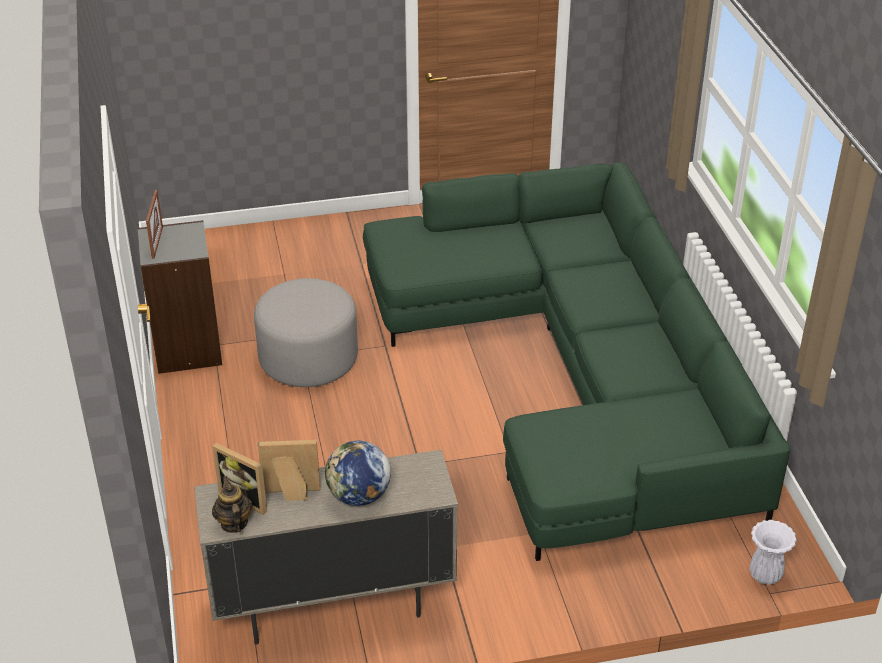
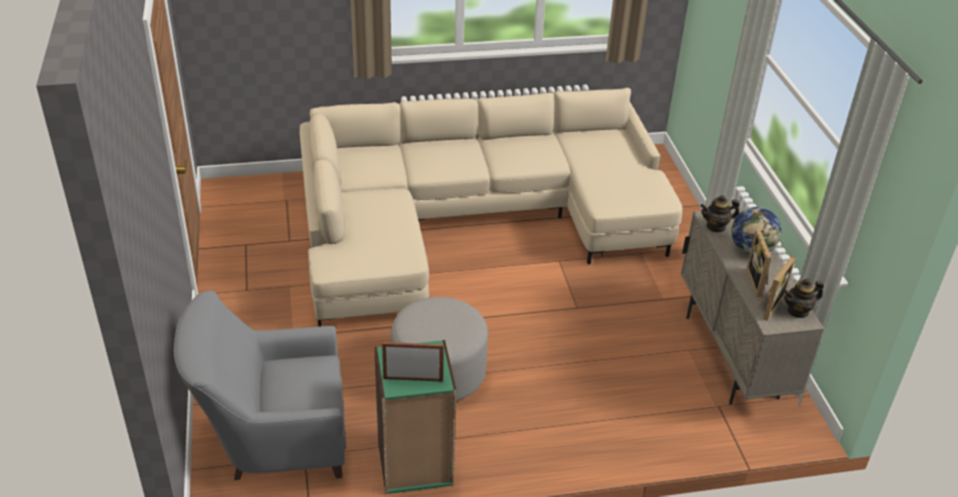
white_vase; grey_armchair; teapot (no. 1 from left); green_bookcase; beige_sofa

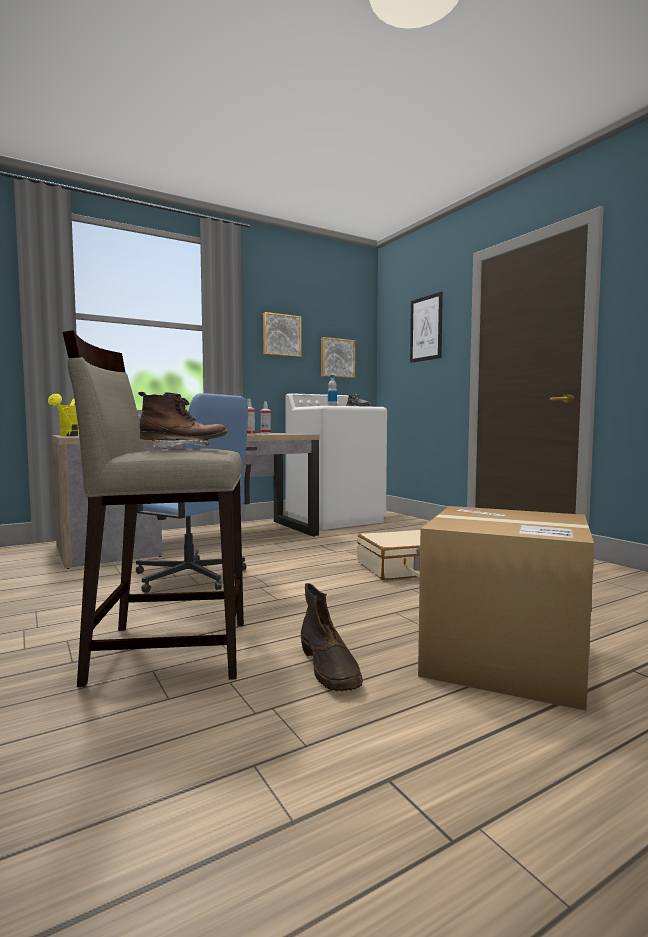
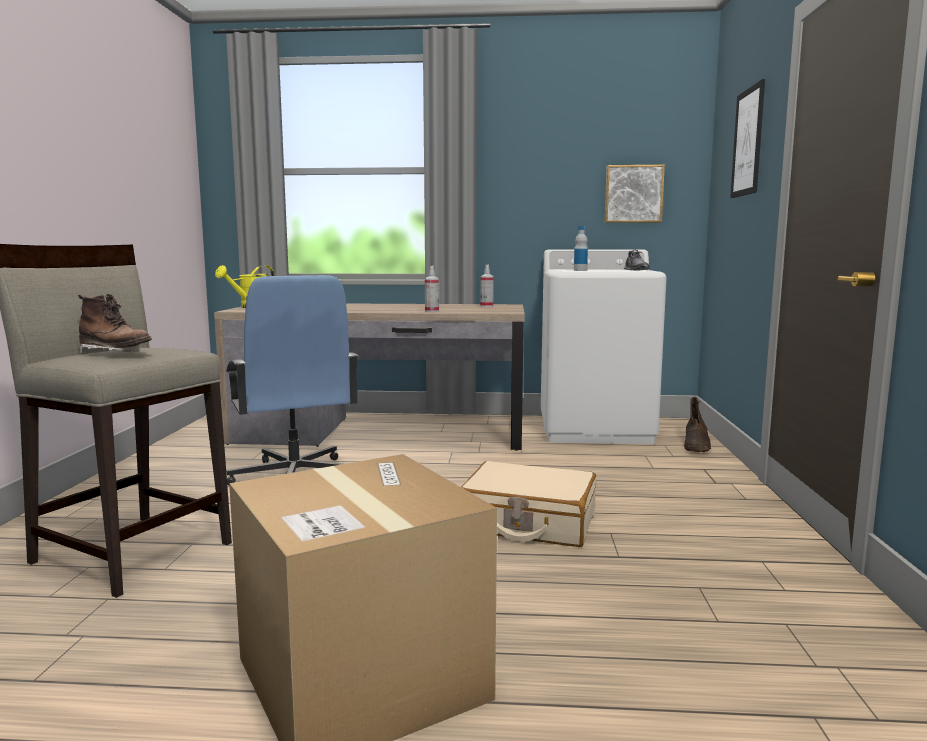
picture (no. 1 from left in the first image); brown_boot (no. 2 from left)

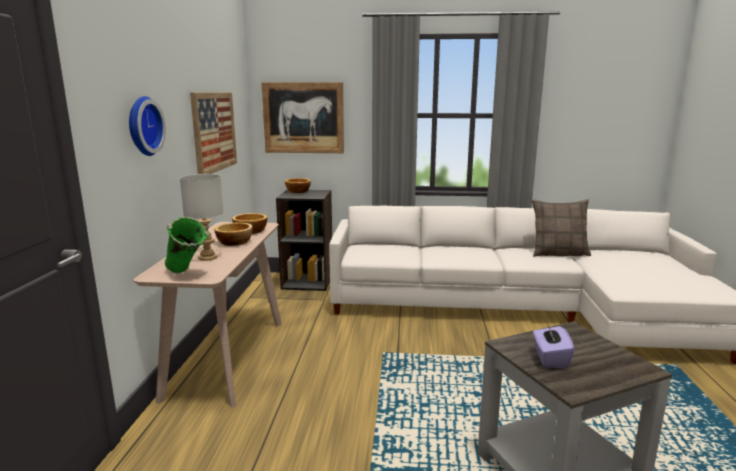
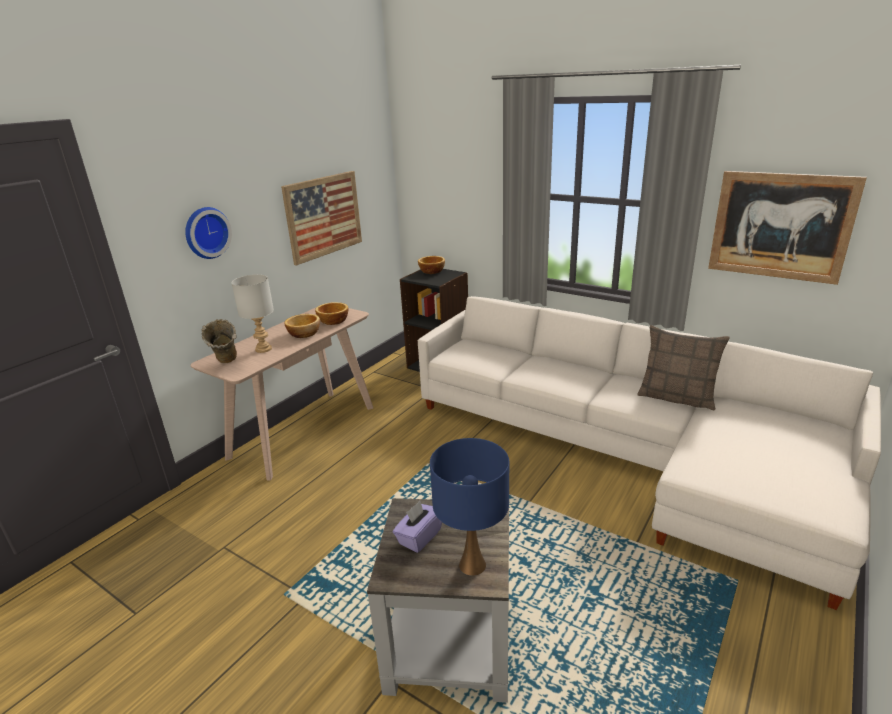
blue_table_lamp; picture (no. 2 from left); beige_vase

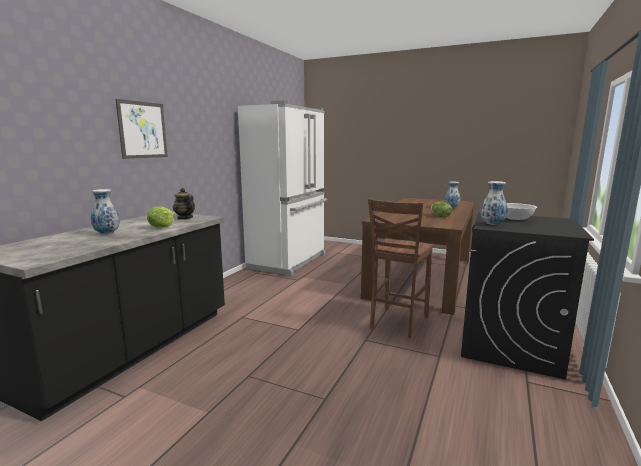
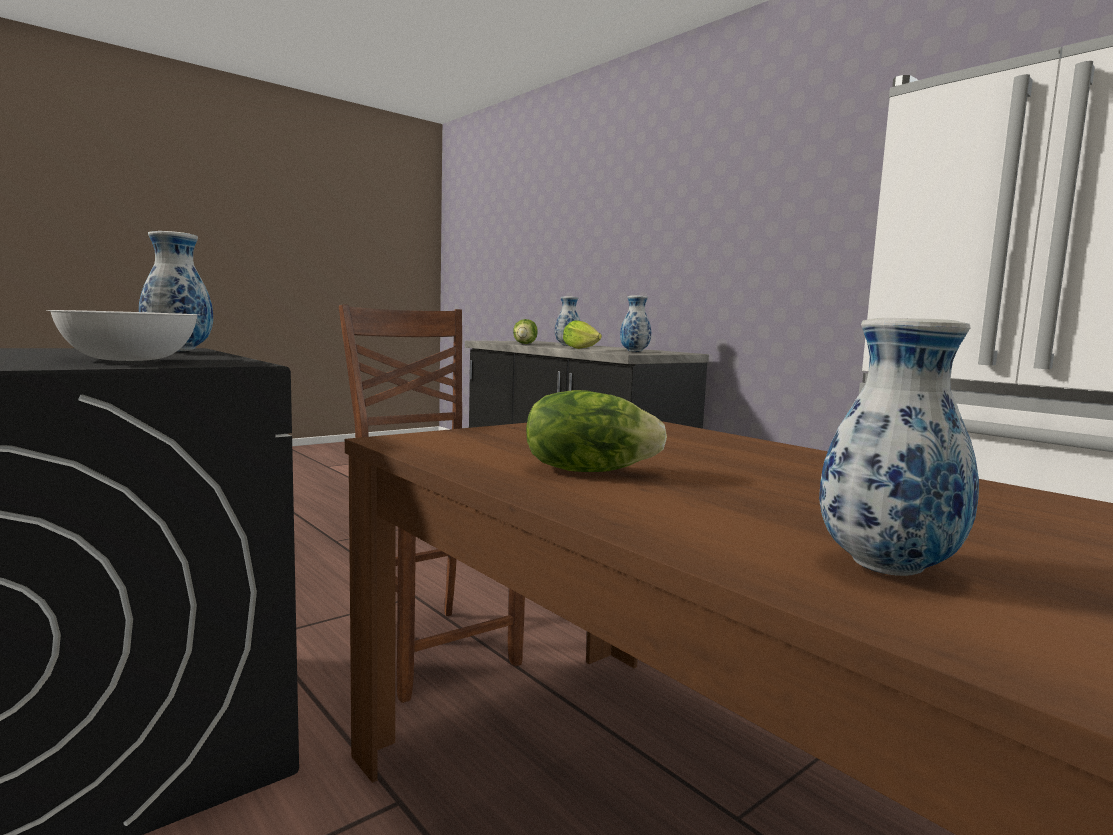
picture; lettuce (no. 1 from left); vase (no. 3 from left)

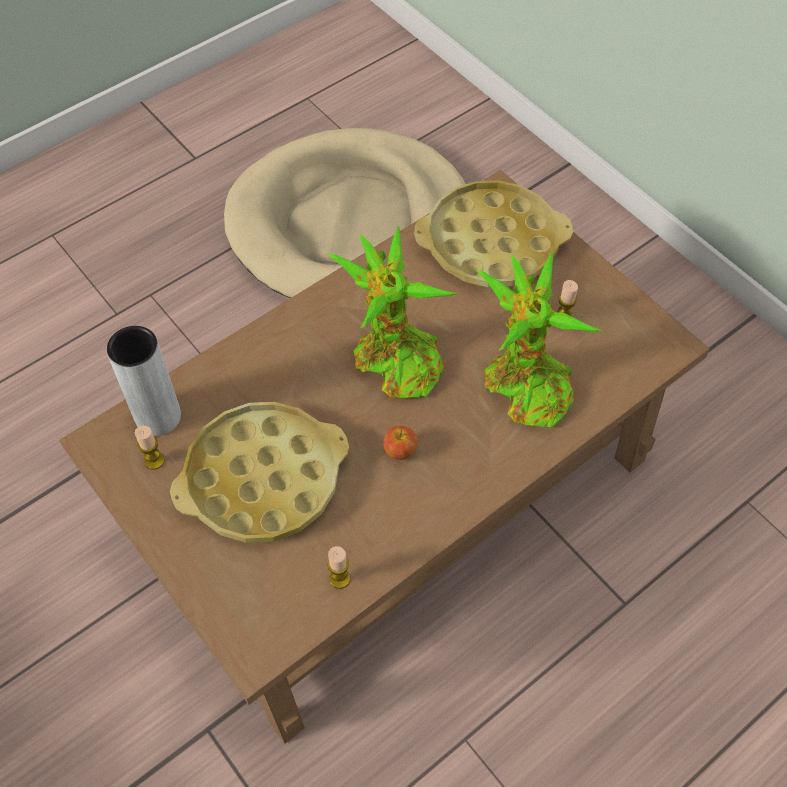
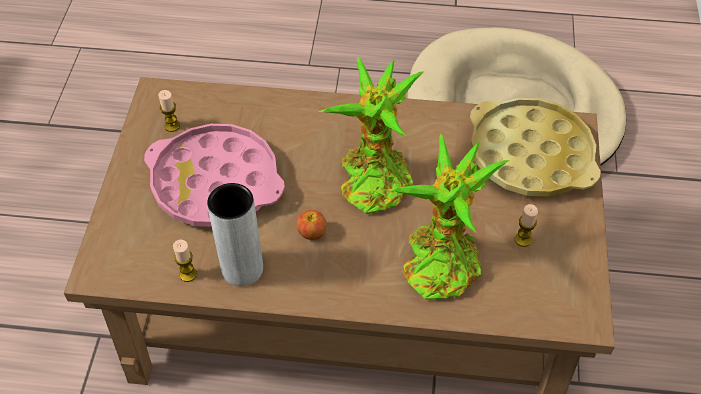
grey_vase; pink_tray

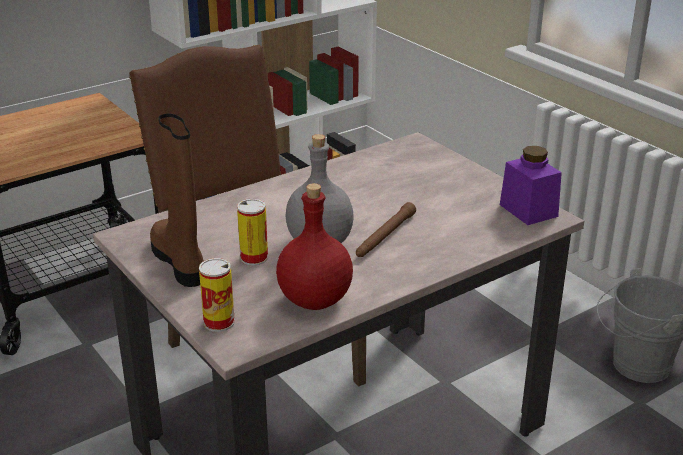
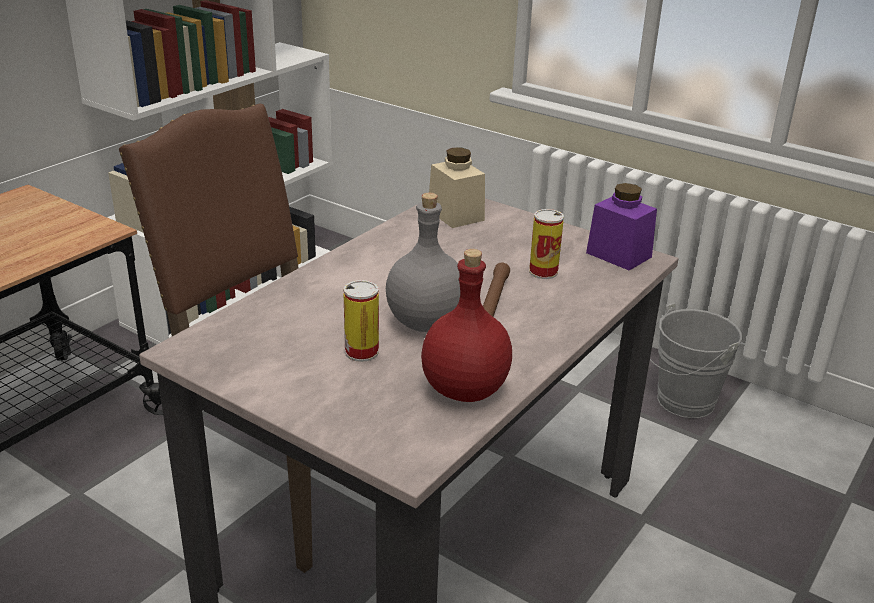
brown_boot; beige_jar; can (no. 2 from left)

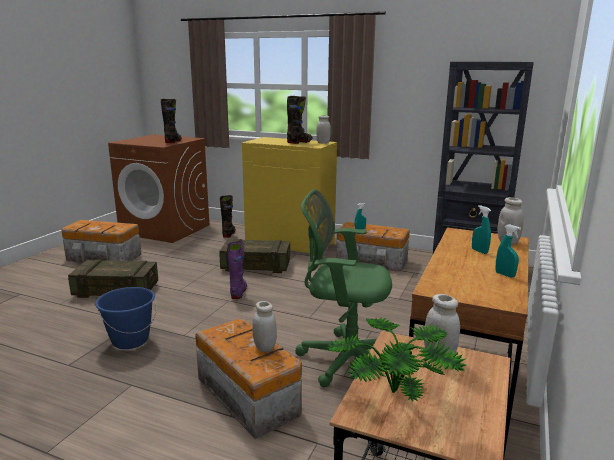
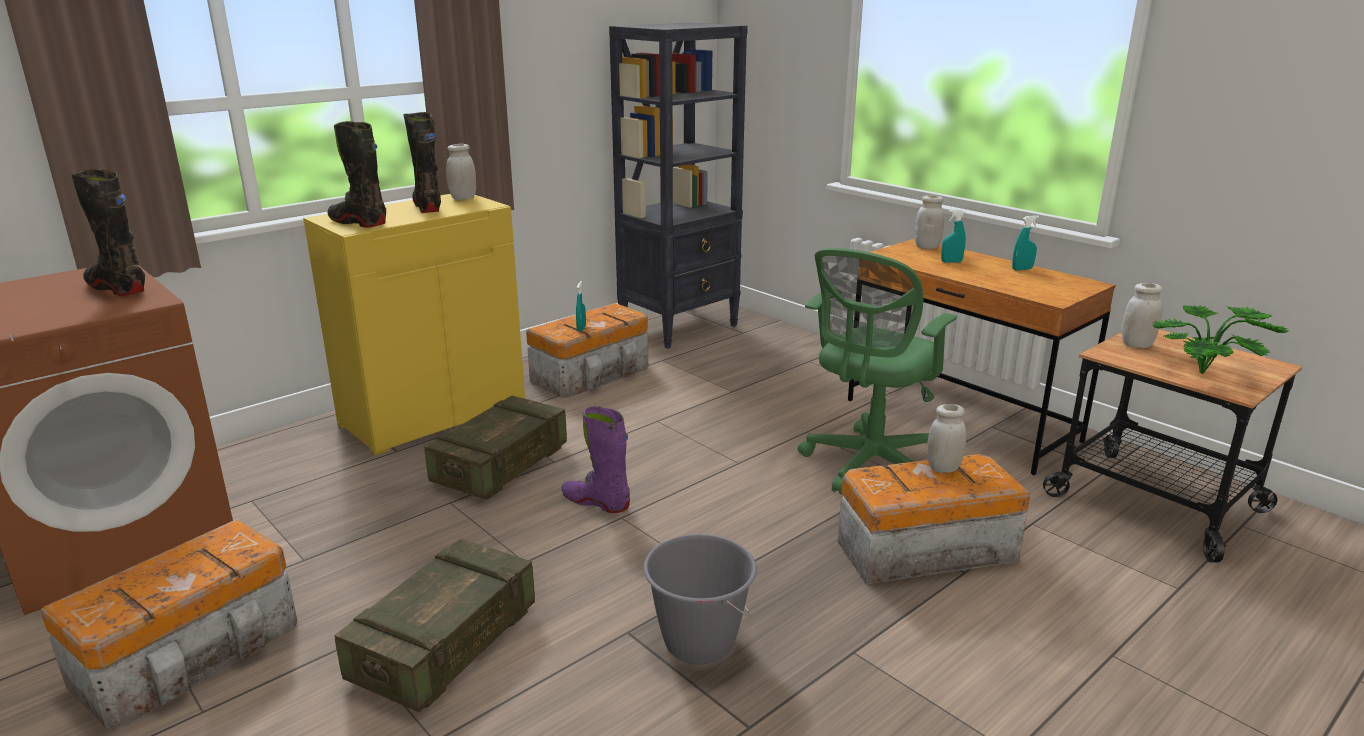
black_boot (no. 2 from left); grey_bucket

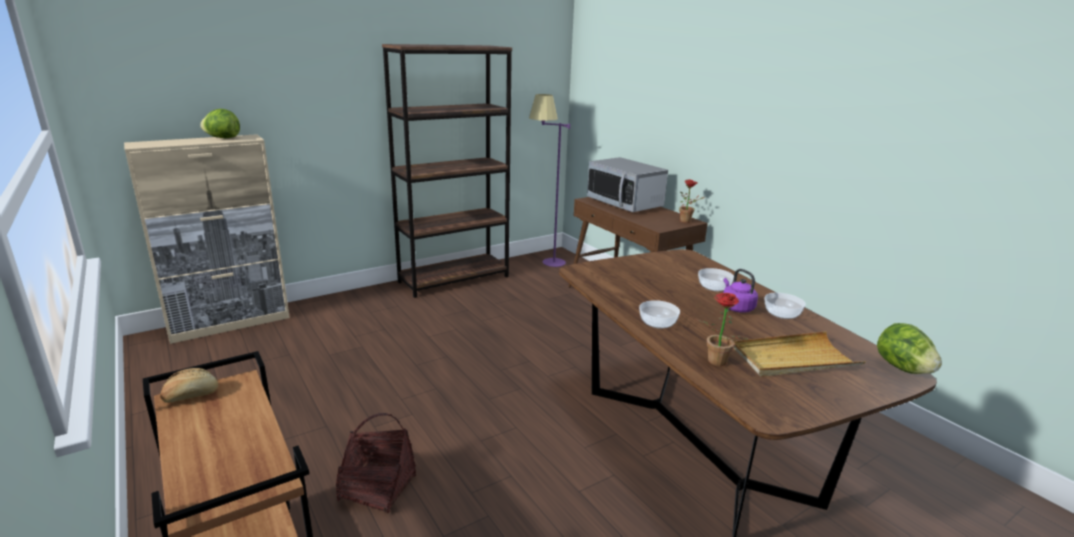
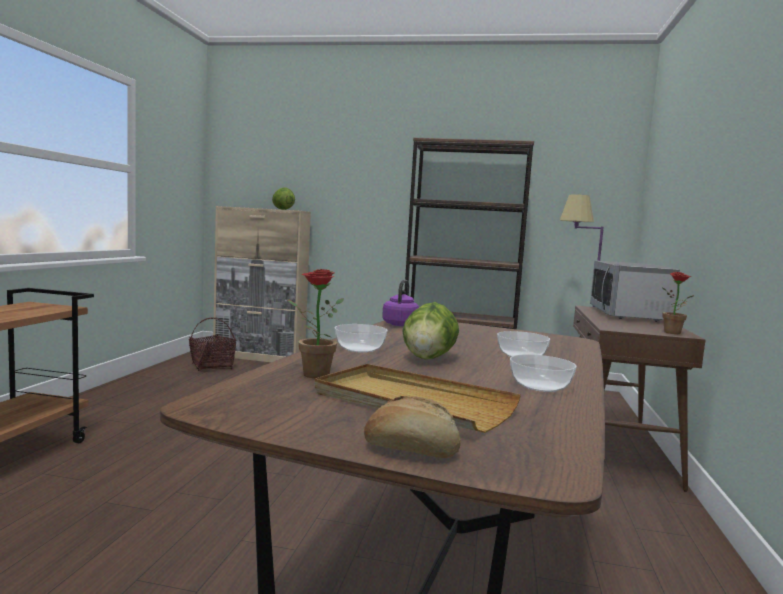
bread; basket; purple_kettle; lettuce (no. 2 from left)

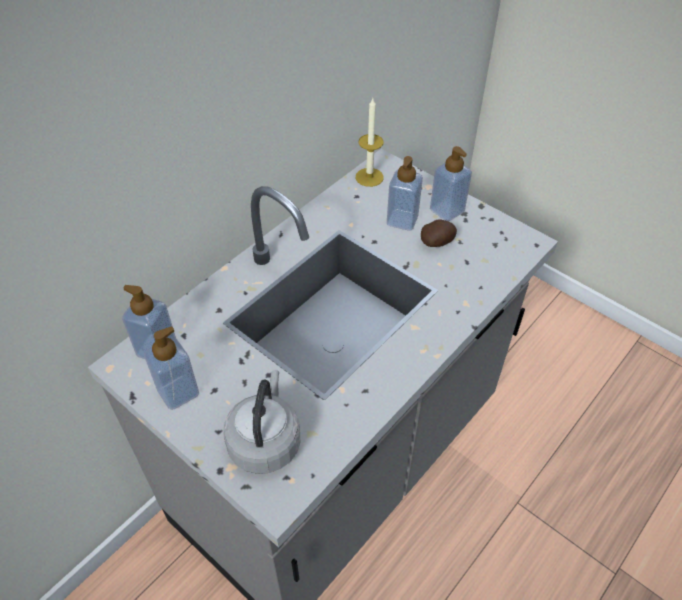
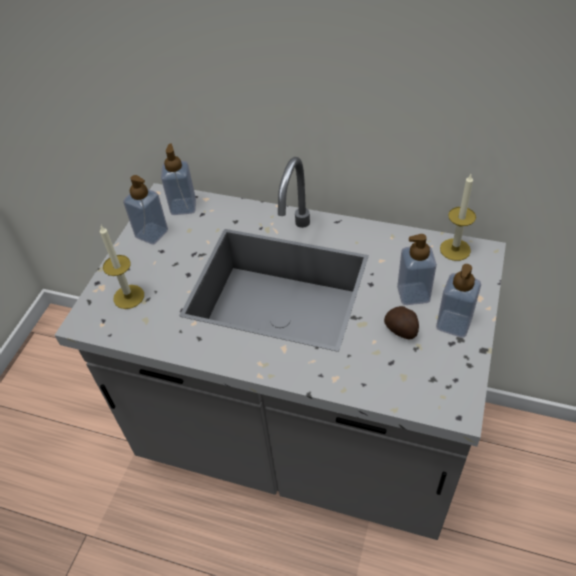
candle (no. 1 from left)

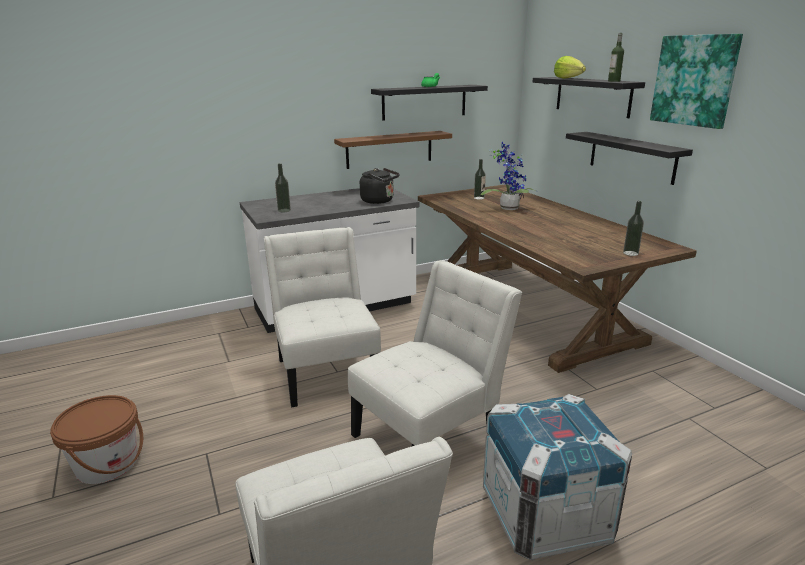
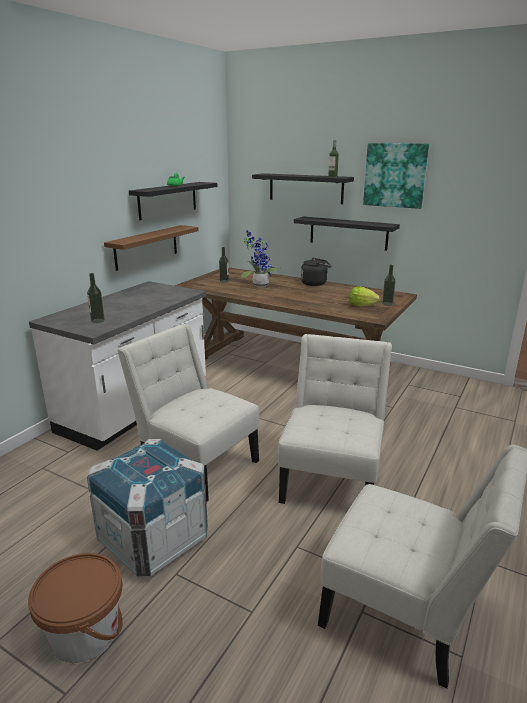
black_kettle; crate; lettuce

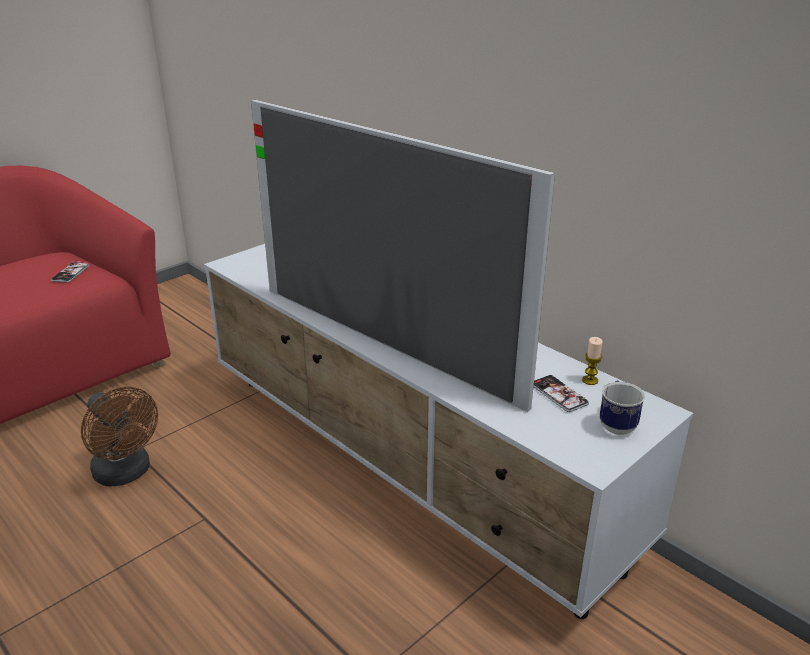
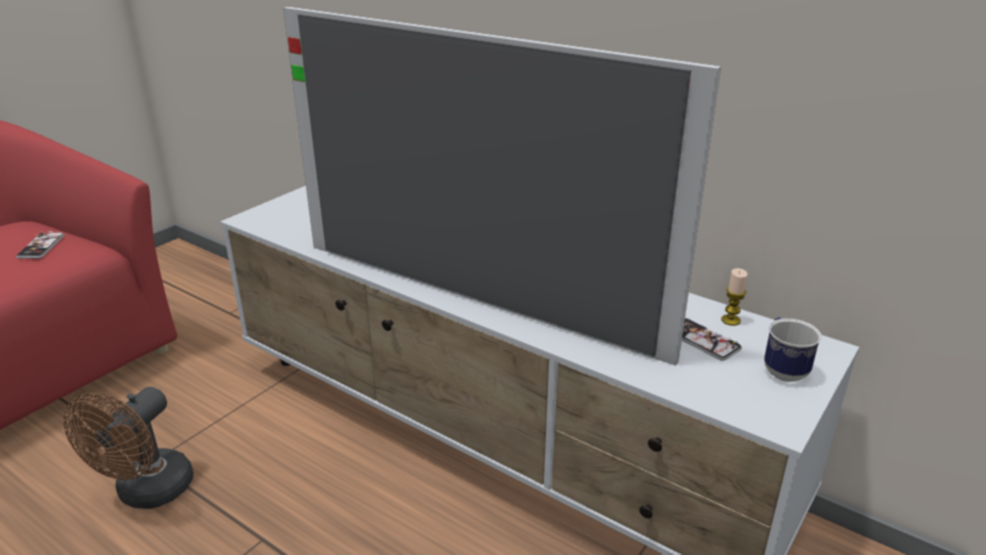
brown_fan

